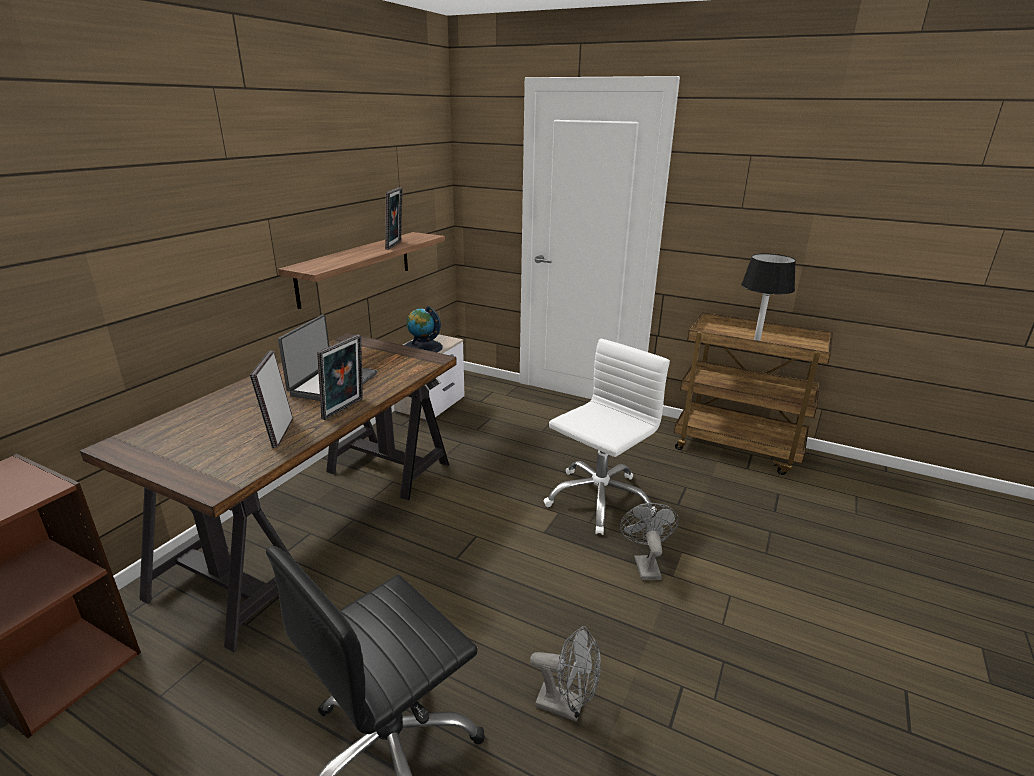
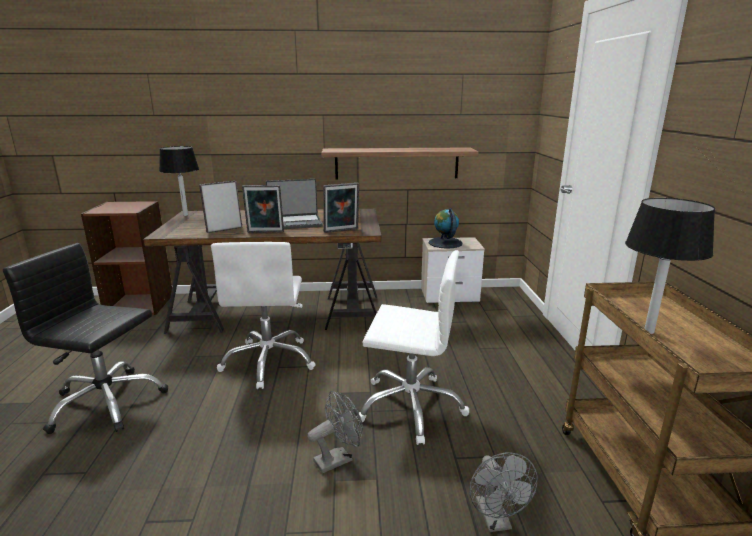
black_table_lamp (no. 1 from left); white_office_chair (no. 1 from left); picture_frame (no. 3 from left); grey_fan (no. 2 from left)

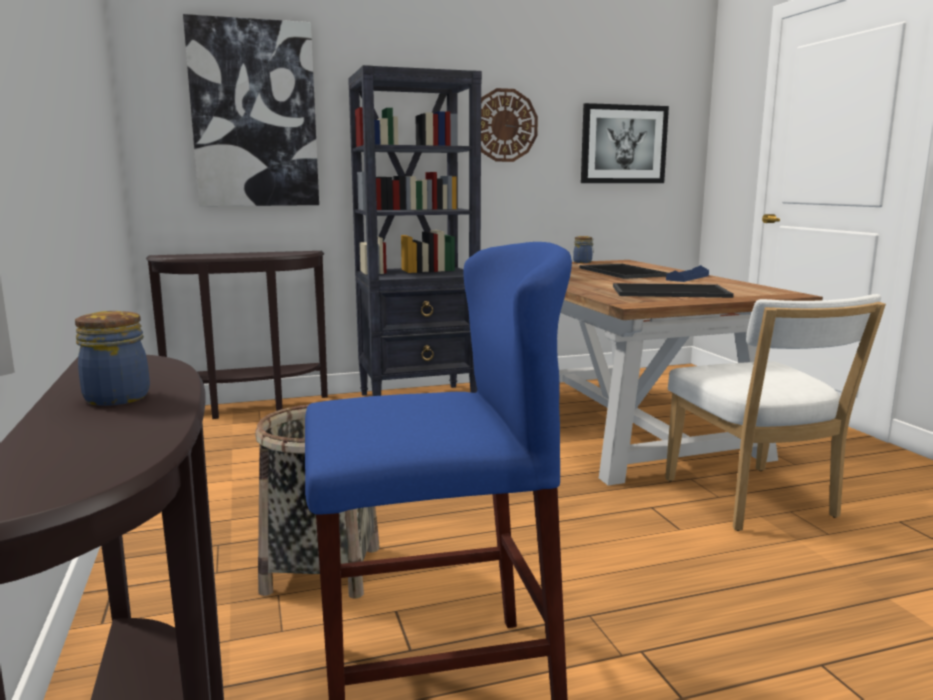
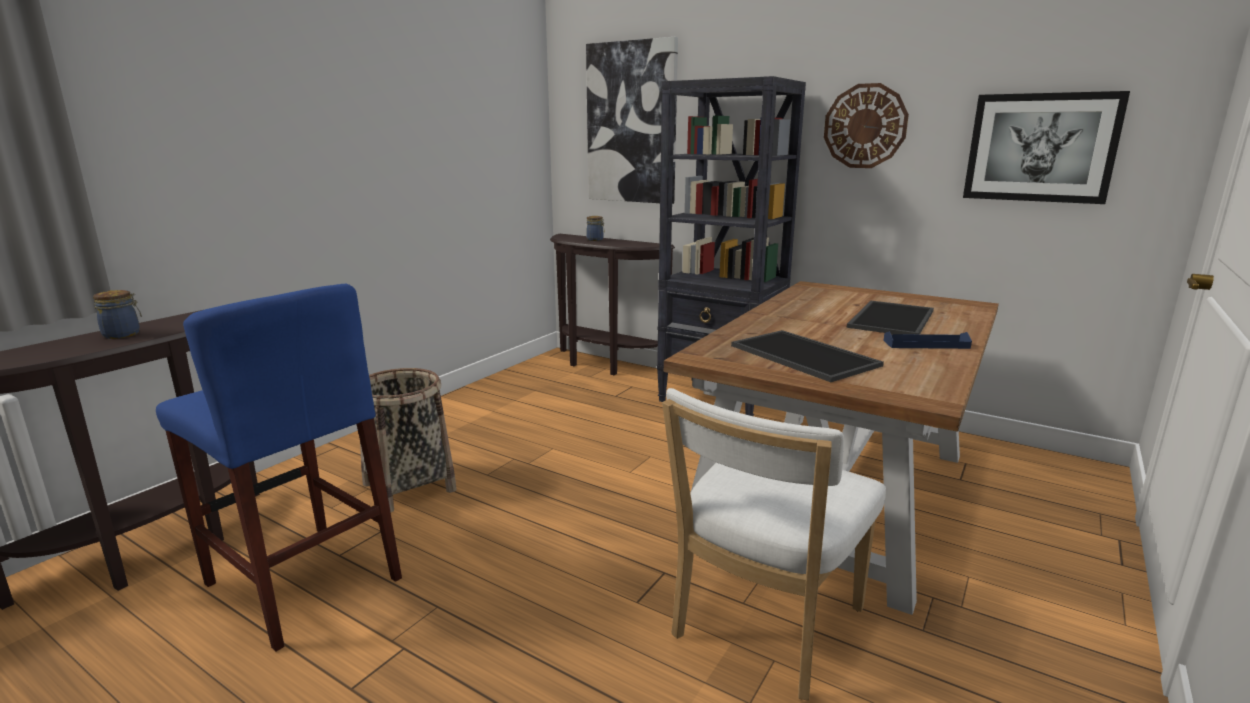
jar (no. 2 from left)

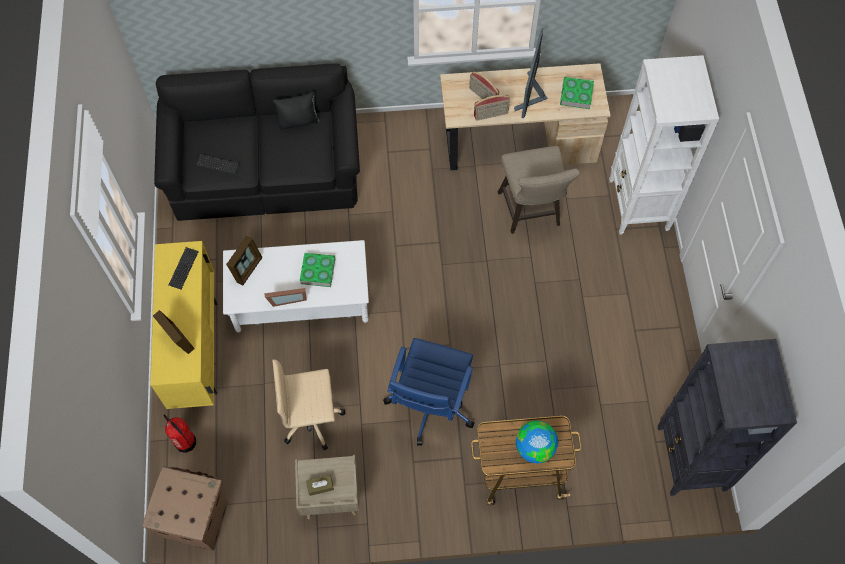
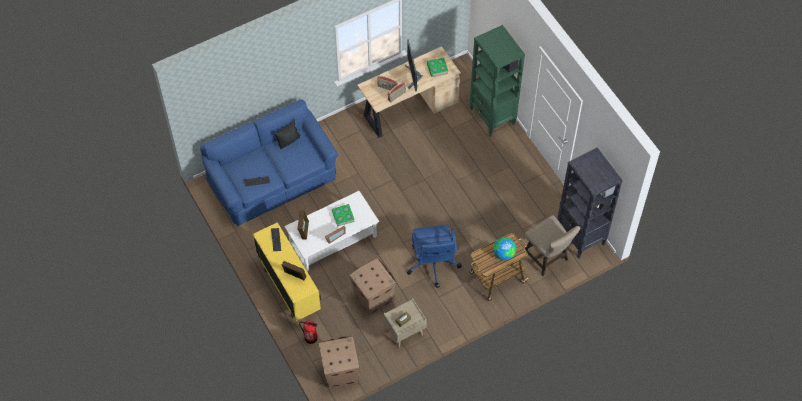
beige_stool; cardboard_box (no. 2 from left); blue_sofa; green_bookcase

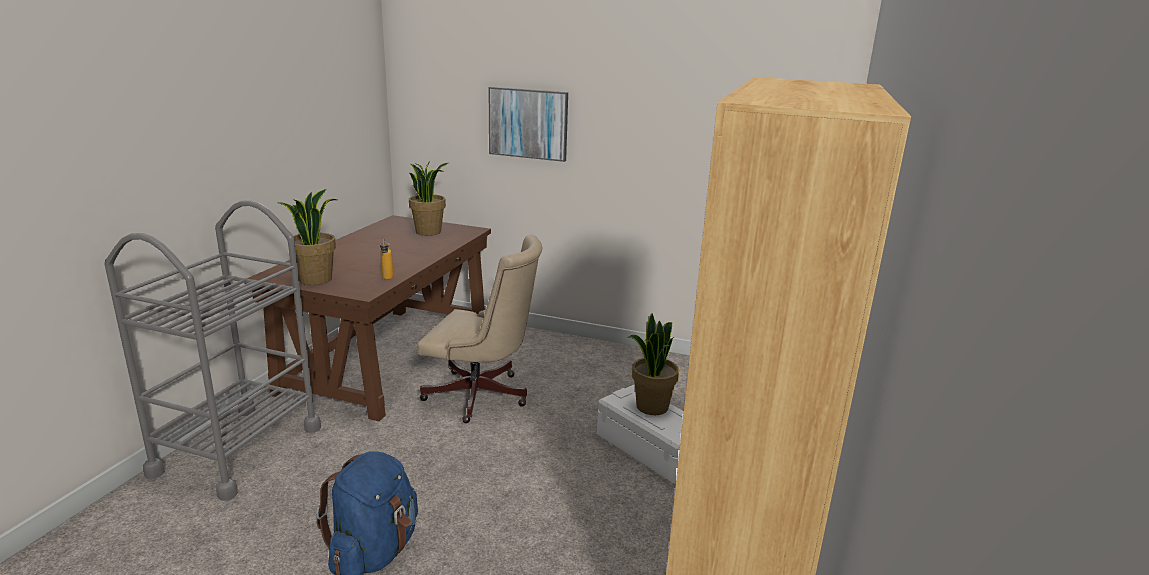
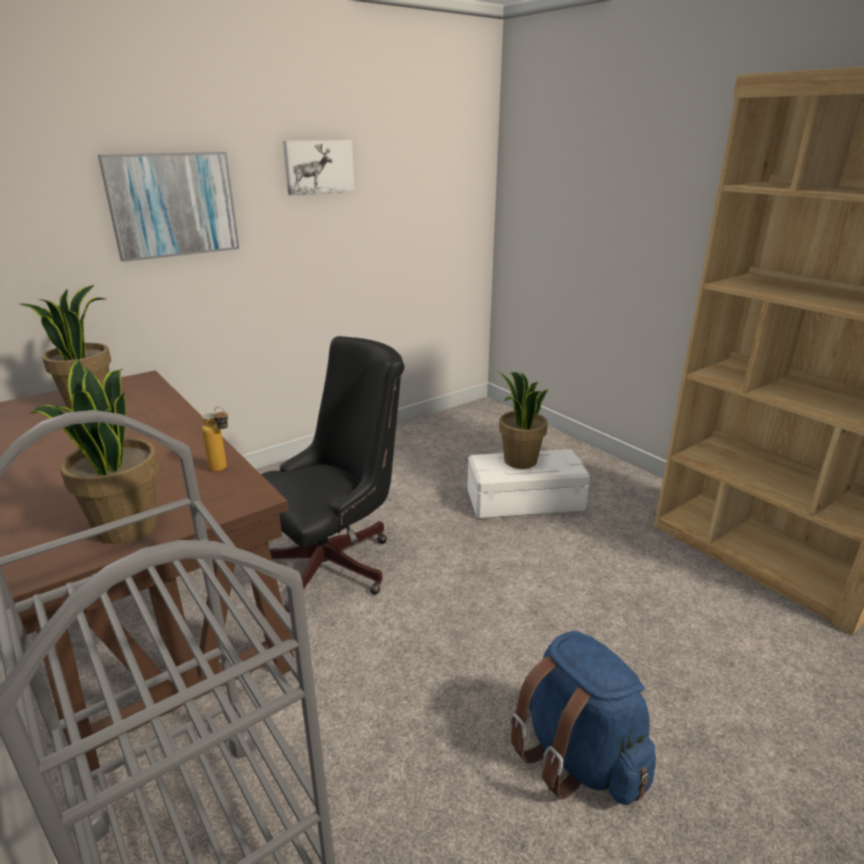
picture (no. 2 from left); black_office_chair

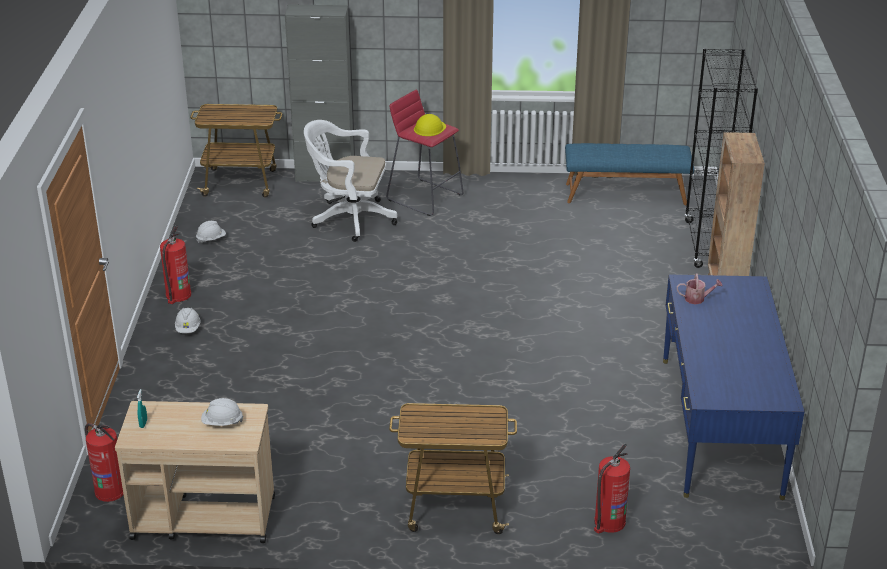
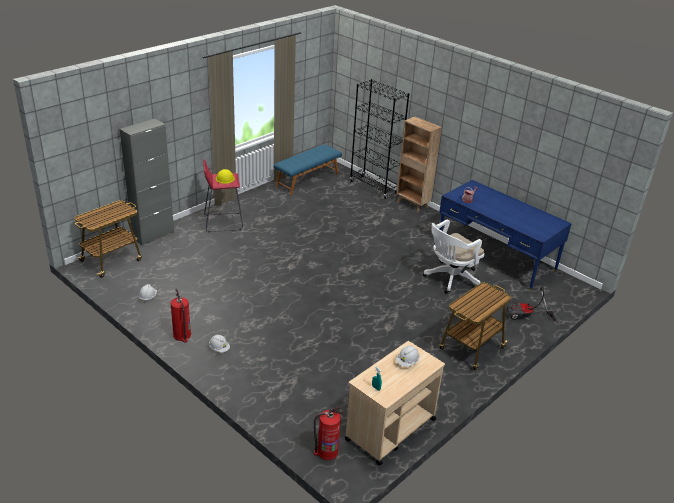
white_office_chair; vacuum_cleaner

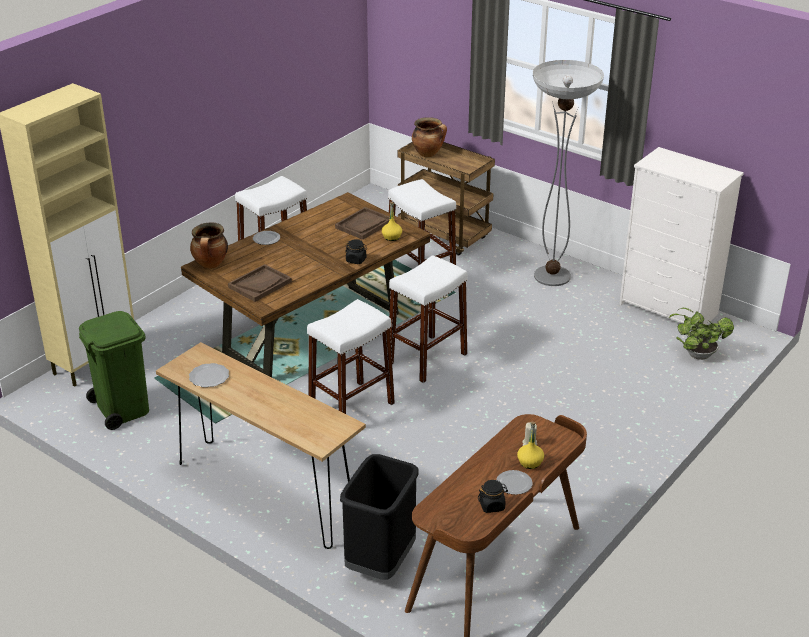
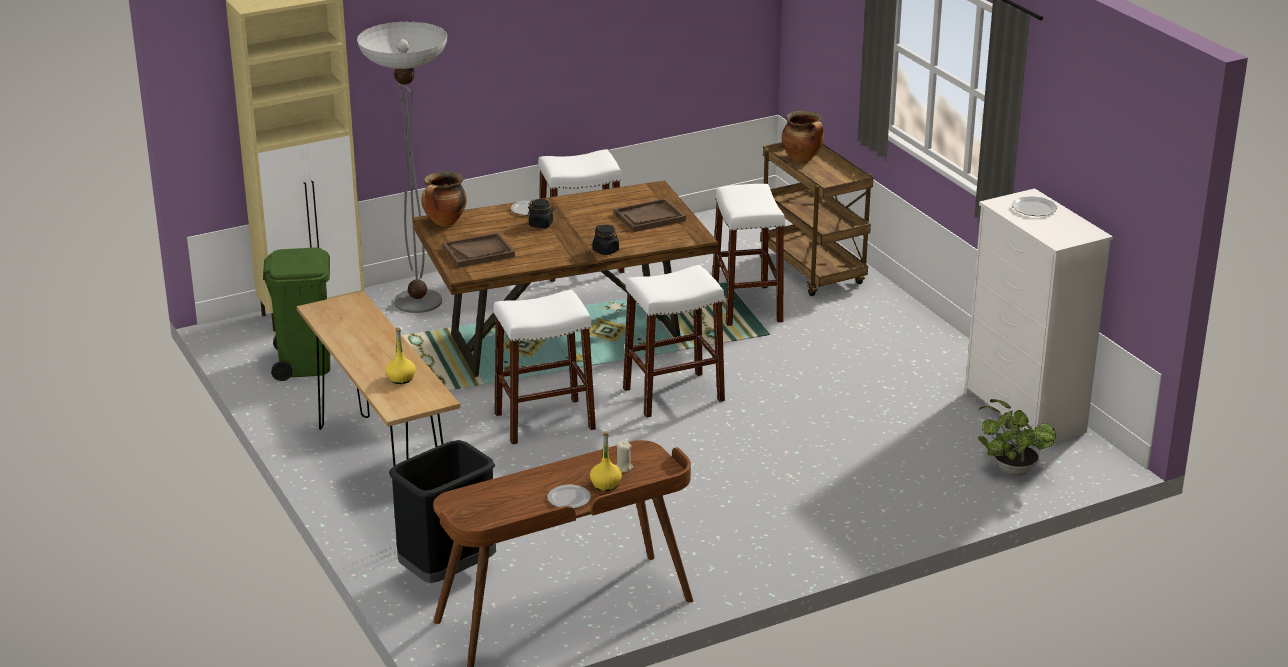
plate (no. 3 from left); yellow_bottle (no. 1 from left); black_jar (no. 1 from left); floor_lamp

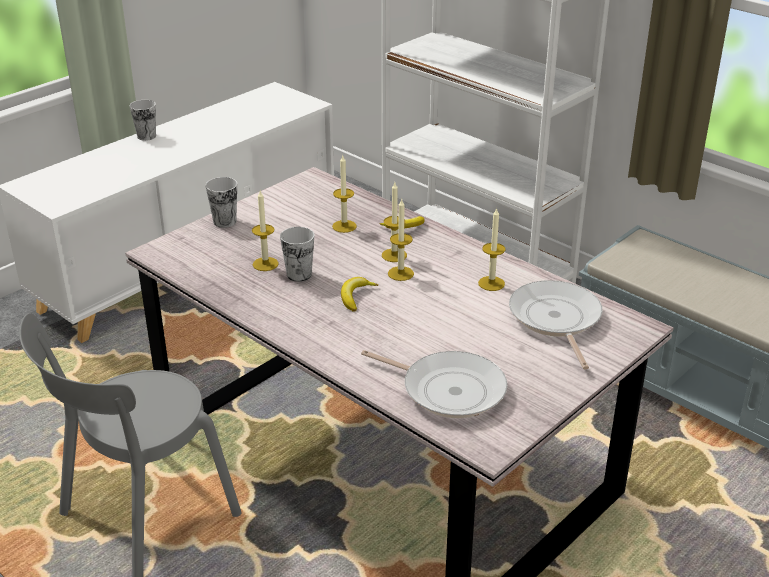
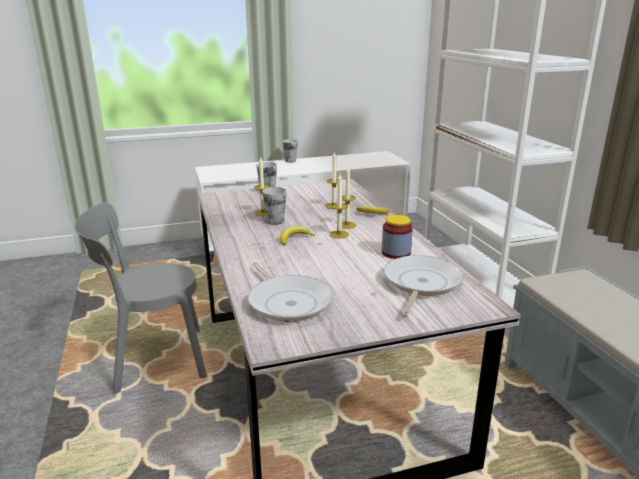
jar

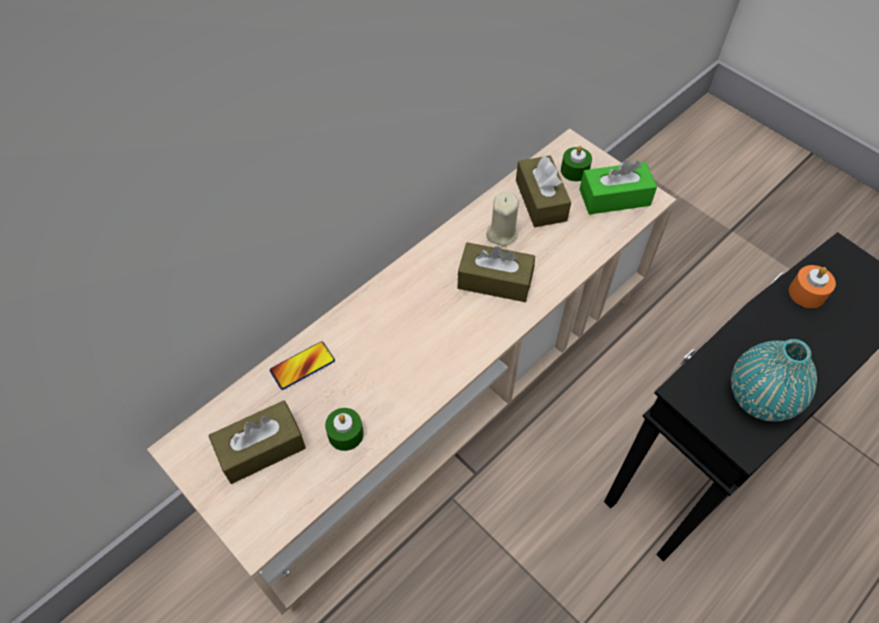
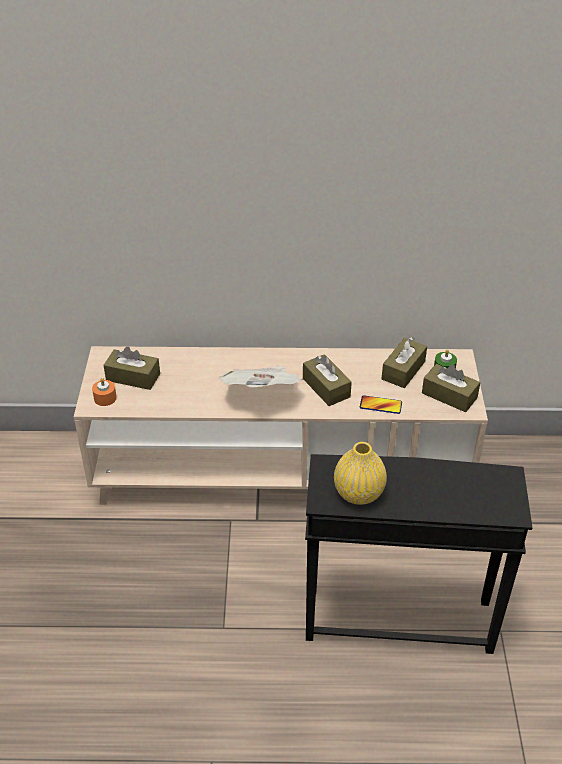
green_candle (no. 1 from left in the first image); beige_candle; newspaper; phone; orange_candle; brown_tissue_box (no. 4 from left); yellow_vase

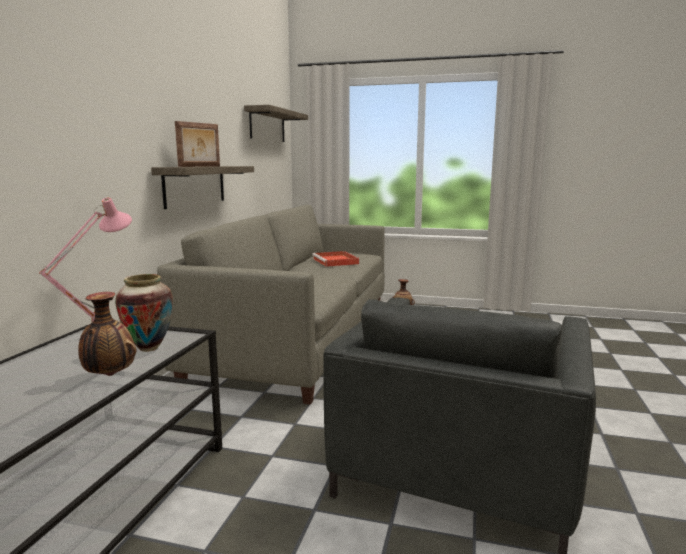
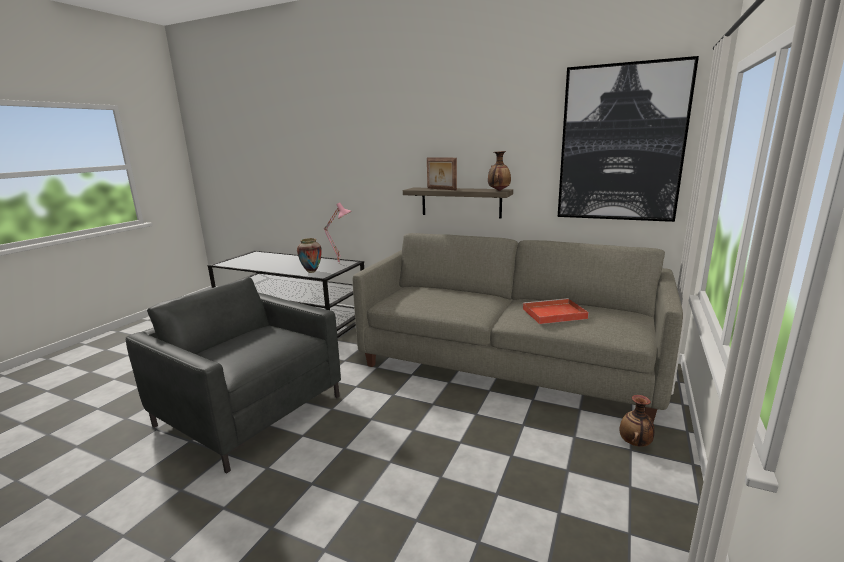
vase (no. 2 from left); picture

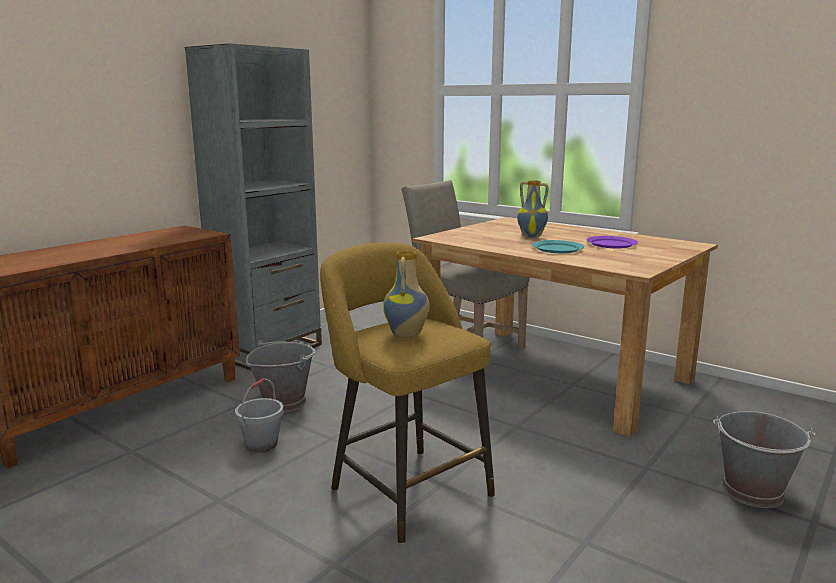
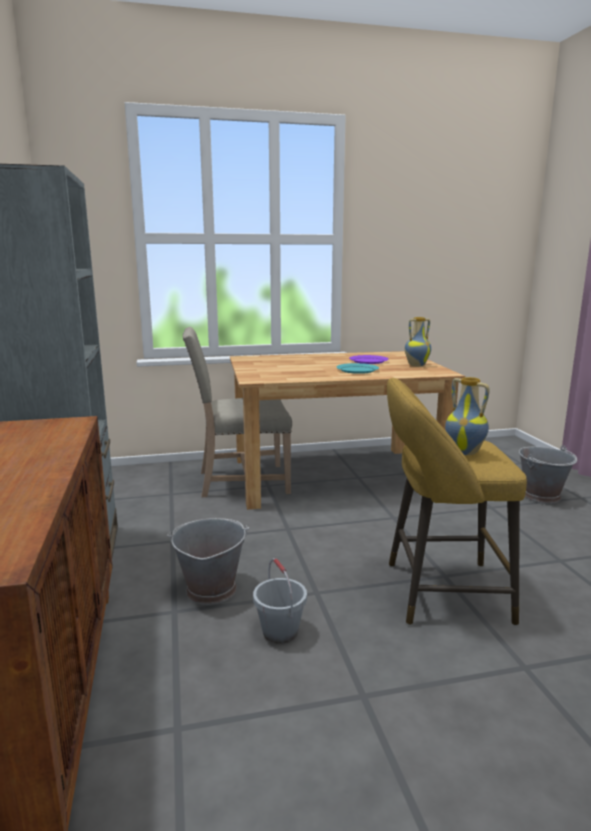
vase (no. 1 from left)

